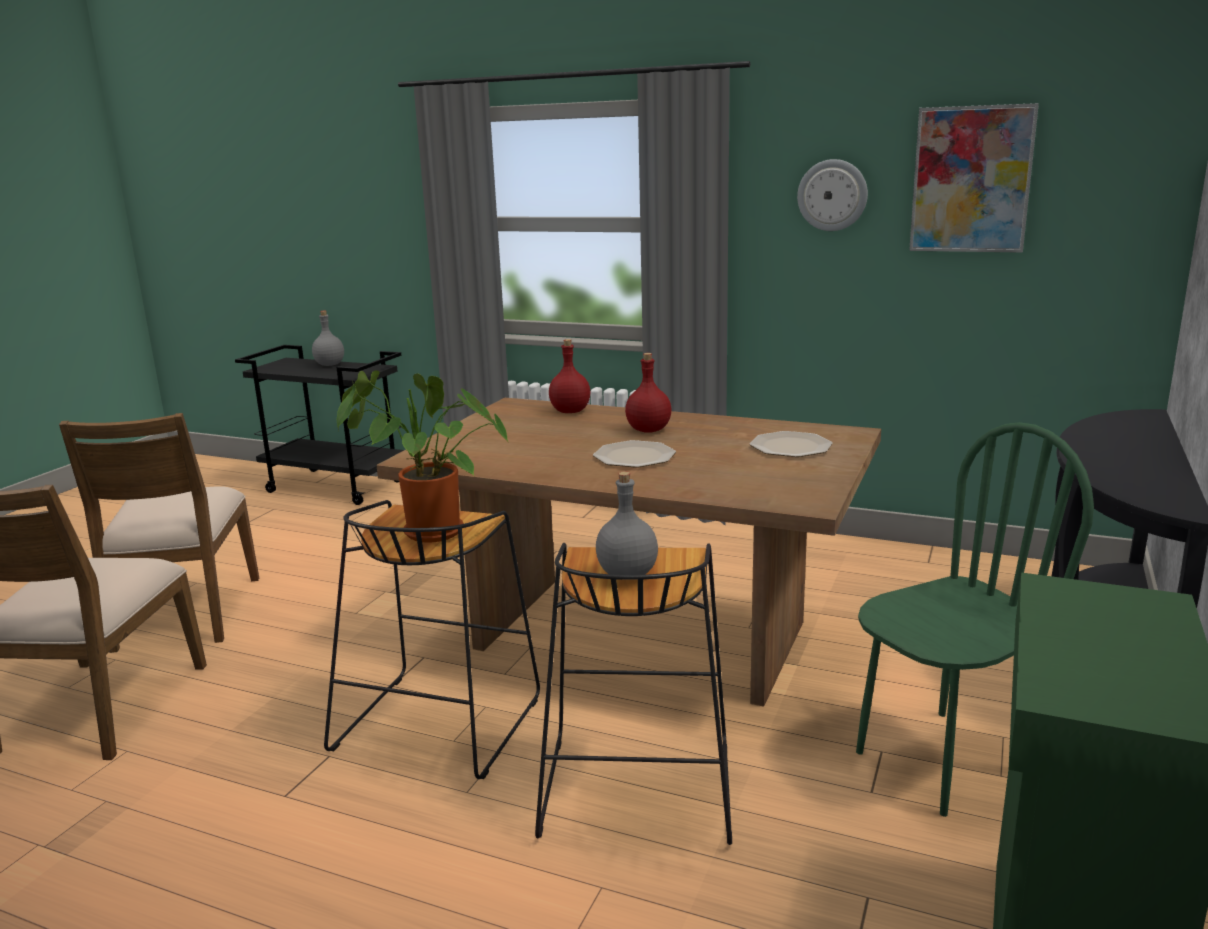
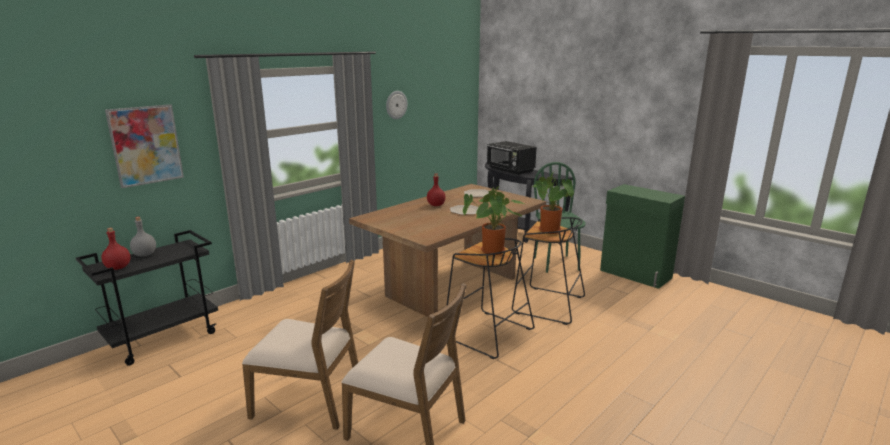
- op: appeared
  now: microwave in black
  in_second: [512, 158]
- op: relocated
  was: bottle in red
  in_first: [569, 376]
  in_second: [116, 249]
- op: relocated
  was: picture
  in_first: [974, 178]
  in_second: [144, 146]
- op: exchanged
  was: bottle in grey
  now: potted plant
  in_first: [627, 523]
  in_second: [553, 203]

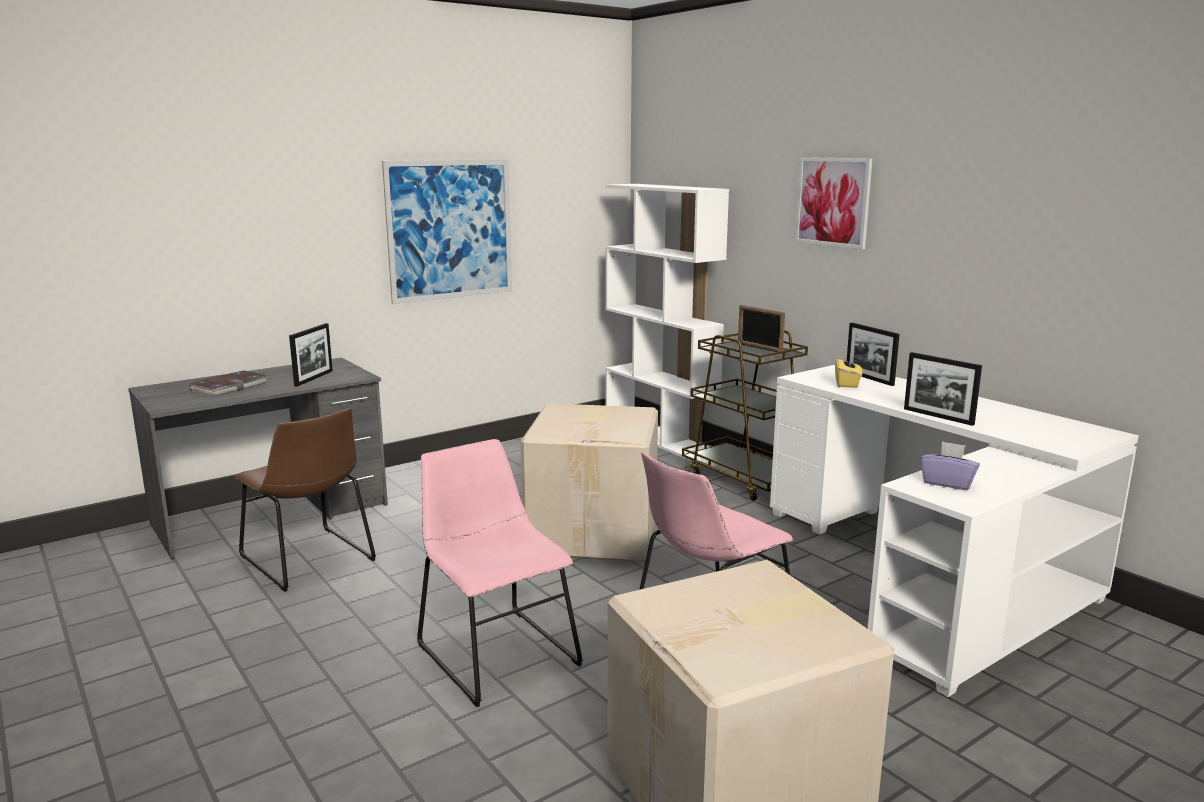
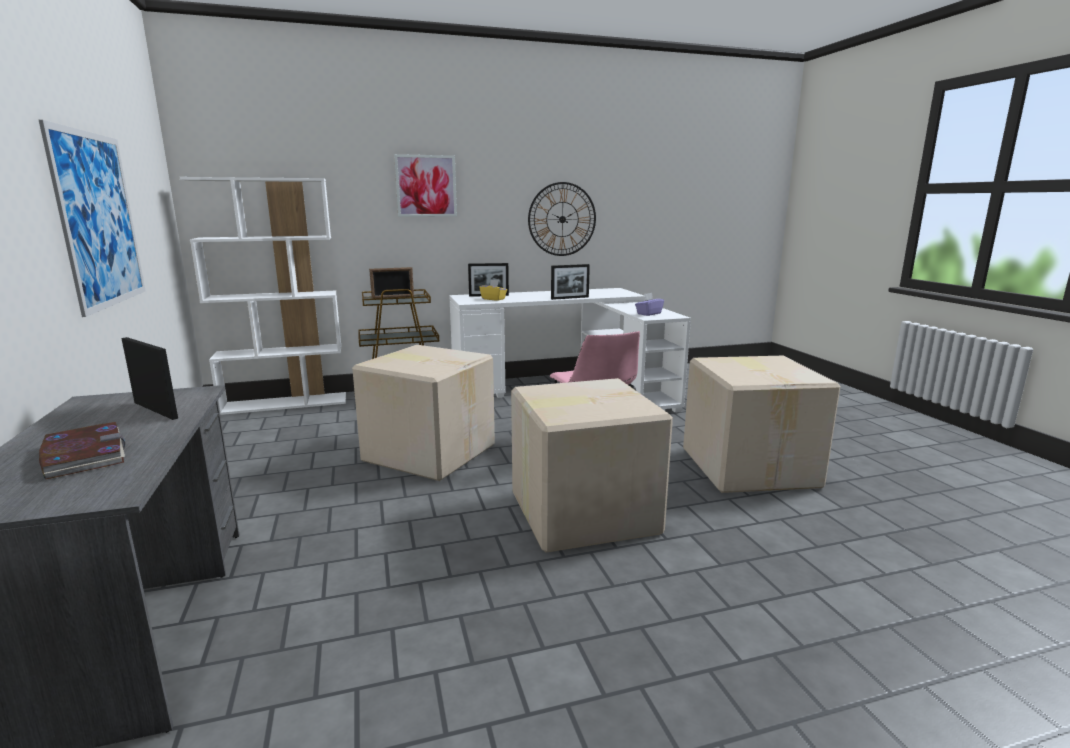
- op: missing
  was: chair in brown
  in_first: [305, 500]
- op: appeared
  now: wall clock
  in_second: [562, 219]
- op: exchanged
  was: chair in pink
  now: cardboard box
  in_first: [500, 573]
  in_second: [592, 465]

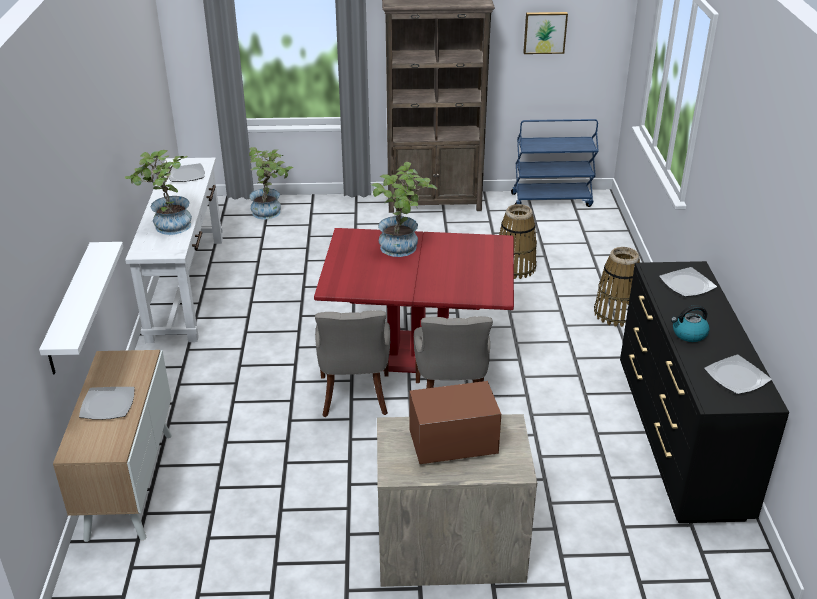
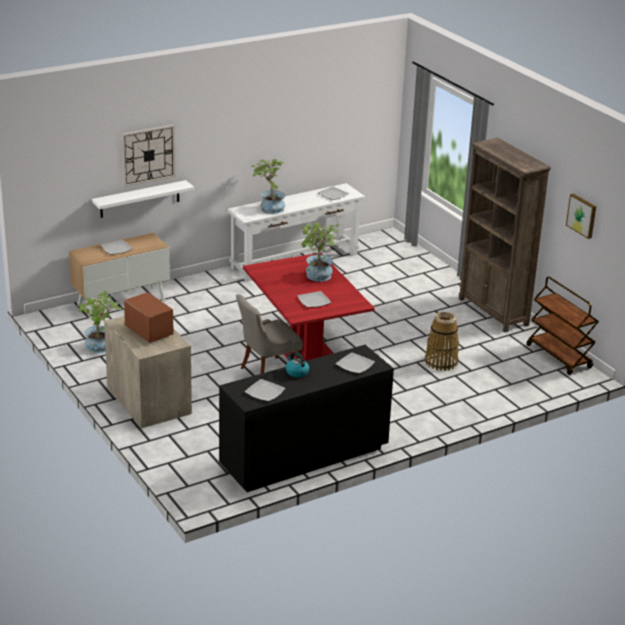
- op: missing
  was: chair in grey
  in_first: [352, 363]
- op: missing
  was: basket
  in_first: [617, 287]
- op: appeared
  now: wall clock
  in_second: [148, 156]
- op: appeared
  now: plate
  in_second: [314, 299]
- op: relocated
  was: potted plant
  in_first: [271, 183]
  in_second: [100, 321]
- op: colour
  was: cart in blue
  now: cart in brown
  in_first: [555, 163]
  in_second: [563, 326]

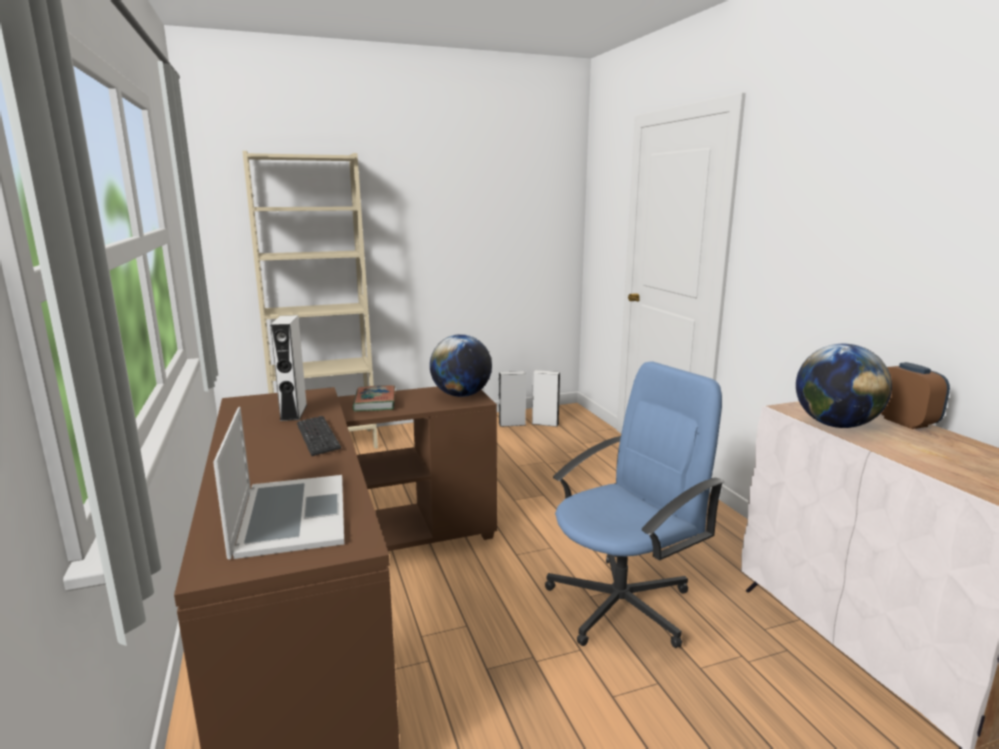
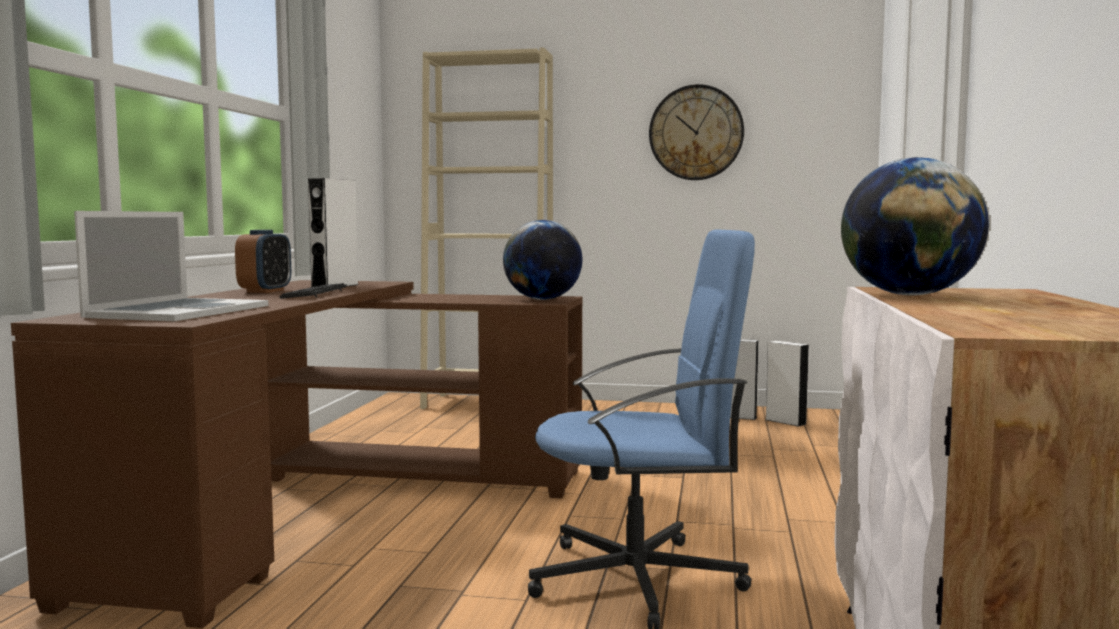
- op: missing
  was: book
  in_first: [374, 398]
- op: appeared
  now: wall clock
  in_second: [696, 132]
- op: relocated
  was: alarm clock
  in_first: [915, 395]
  in_second: [263, 261]

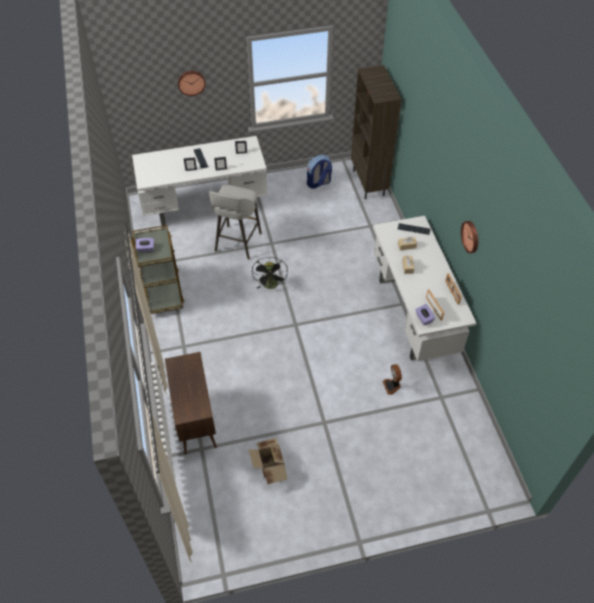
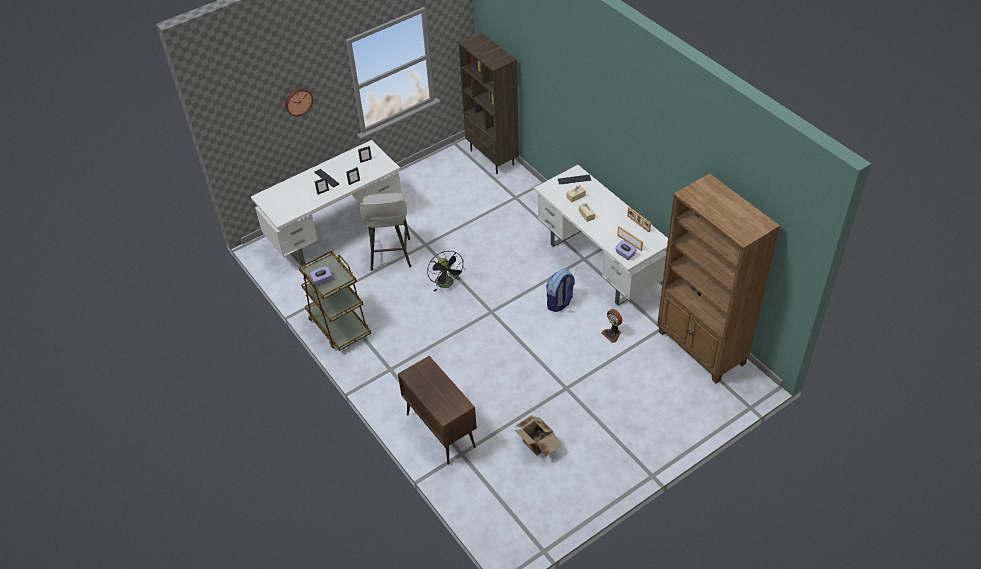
- op: missing
  was: wall clock
  in_first: [469, 237]
- op: appeared
  now: bookcase in brown
  in_second: [718, 278]
- op: relocated
  was: backpack
  in_first: [319, 172]
  in_second: [560, 290]

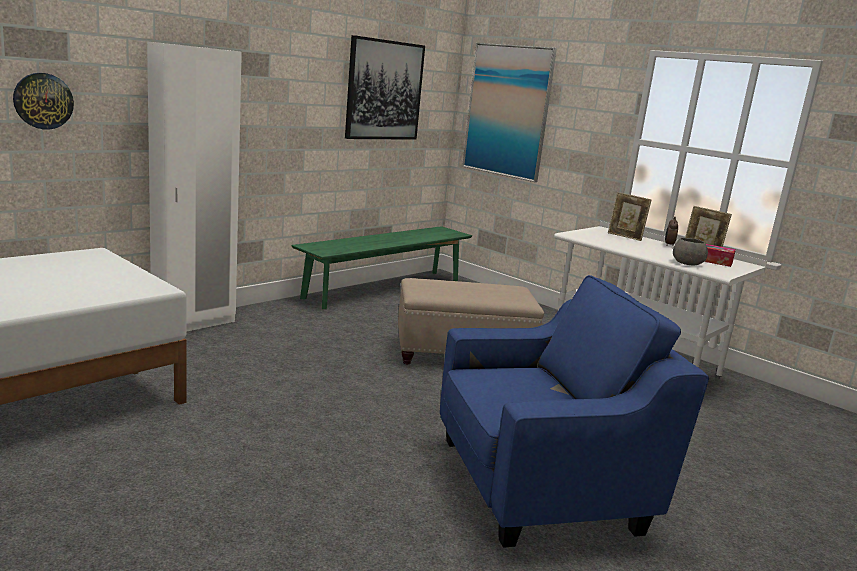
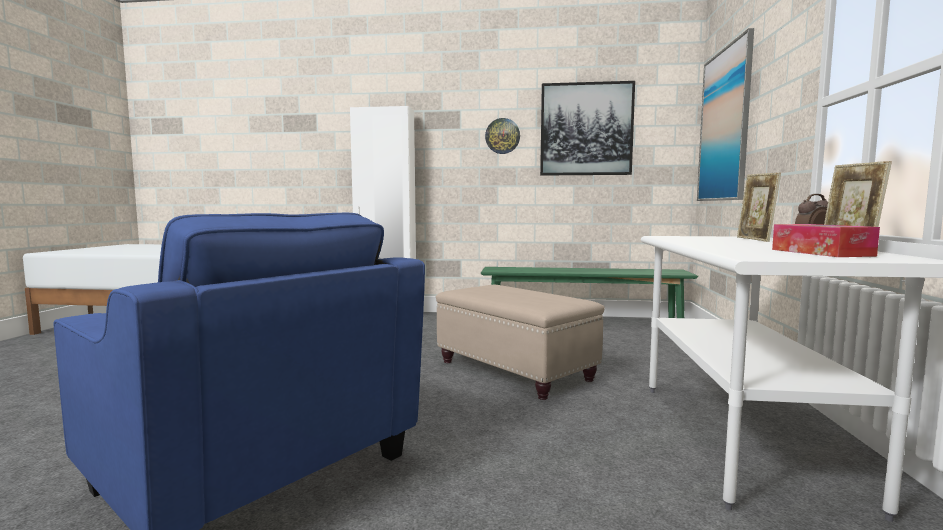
- op: missing
  was: bowl in grey
  in_first: [690, 251]
- op: relocated
  was: wall clock
  in_first: [43, 101]
  in_second: [502, 136]

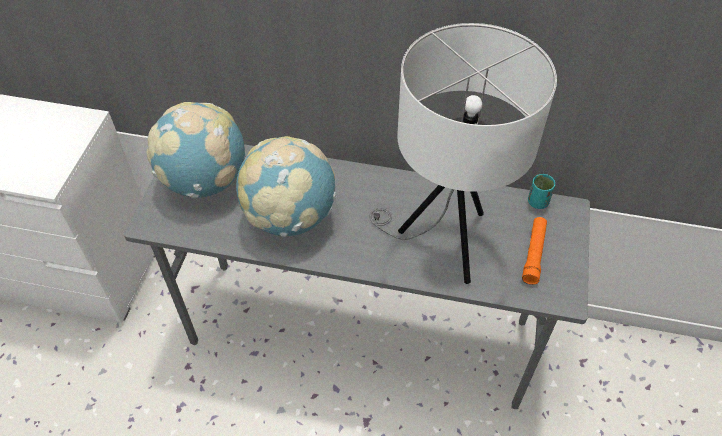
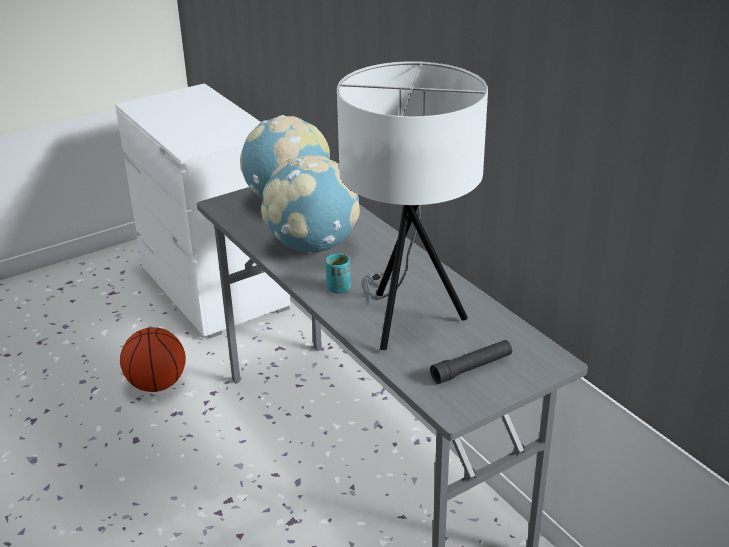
- op: appeared
  now: basketball
  in_second: [153, 359]
- op: relocated
  was: cup in turquoise
  in_first: [541, 191]
  in_second: [338, 273]
- op: colour
  was: flashlight in orange
  now: flashlight in black
  in_first: [534, 251]
  in_second: [471, 362]

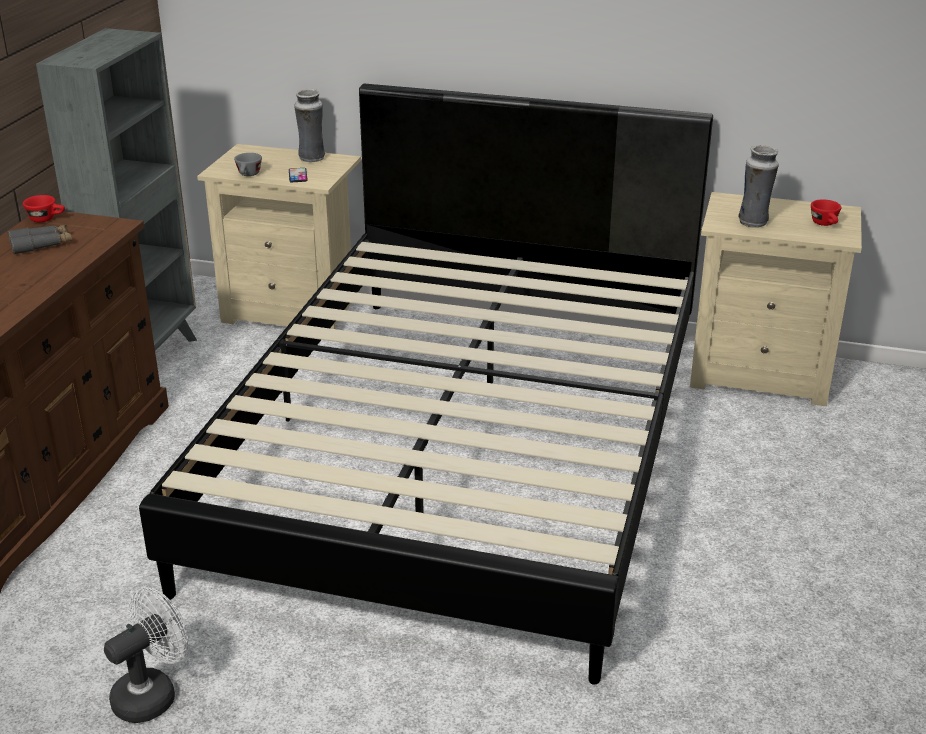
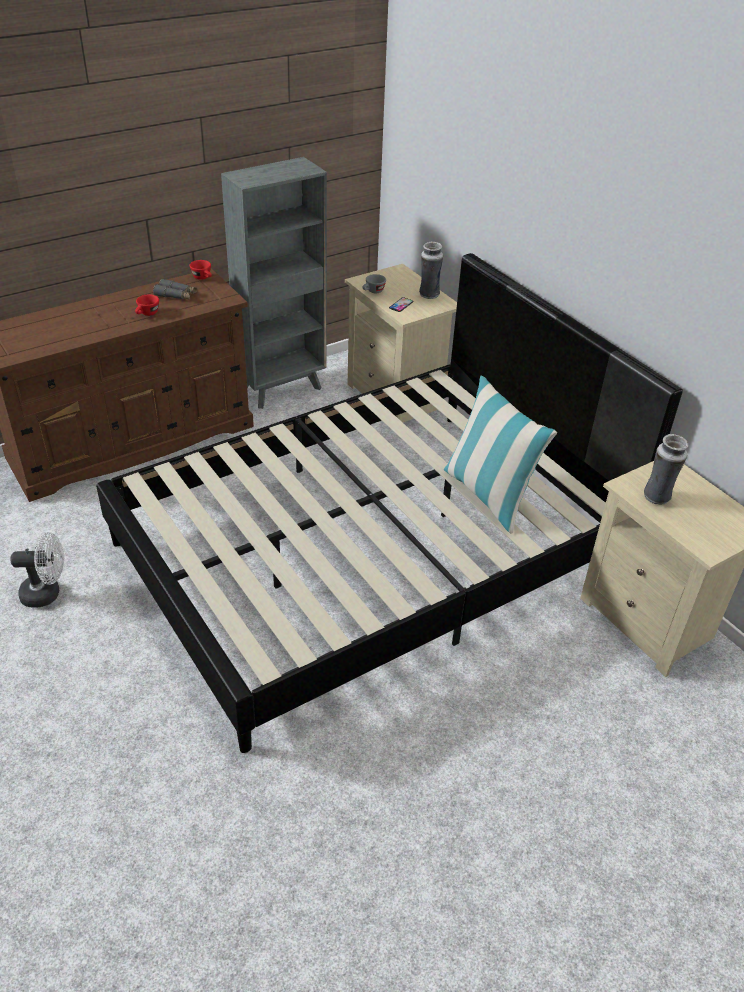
- op: appeared
  now: pillow
  in_second: [500, 454]
- op: relocated
  was: cup in red
  in_first: [826, 212]
  in_second: [147, 305]

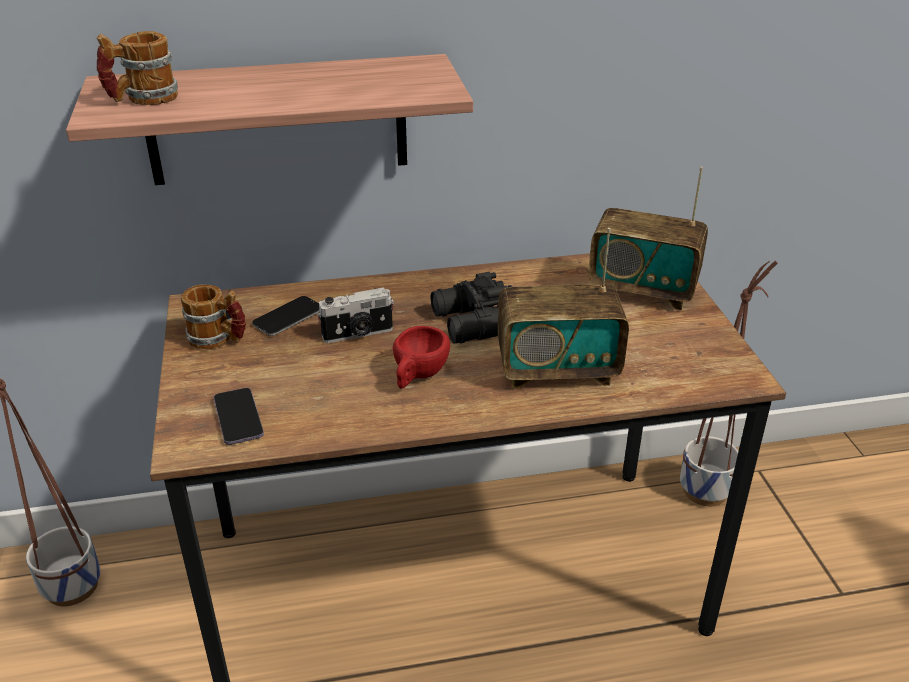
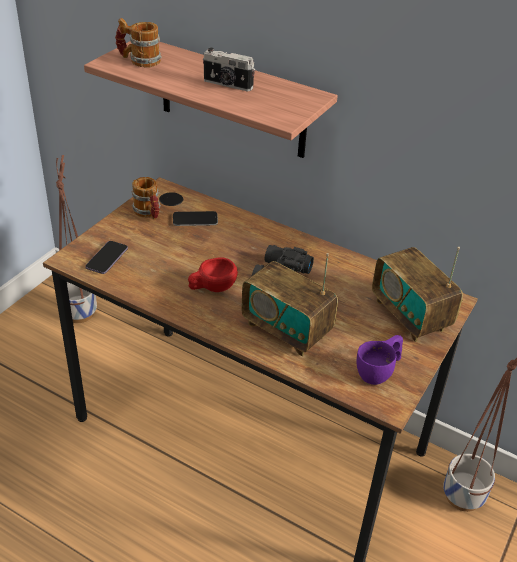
- op: appeared
  now: cup in purple
  in_second: [380, 360]
- op: relocated
  was: photo camera
  in_first: [355, 315]
  in_second: [229, 69]

